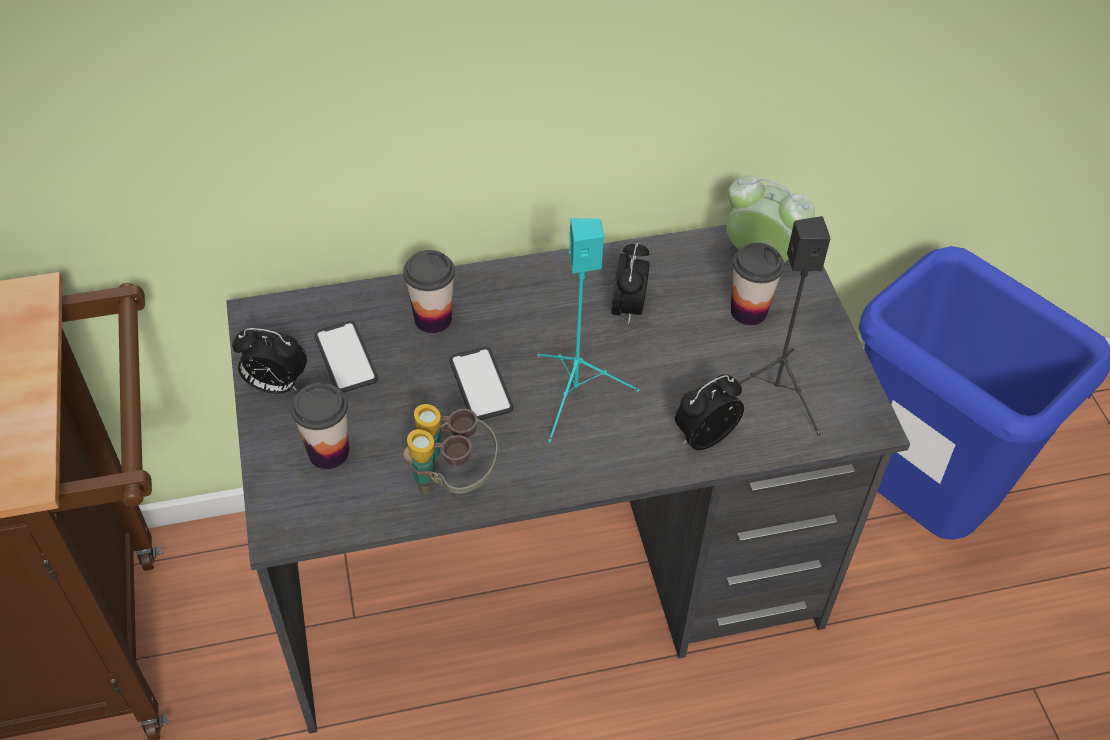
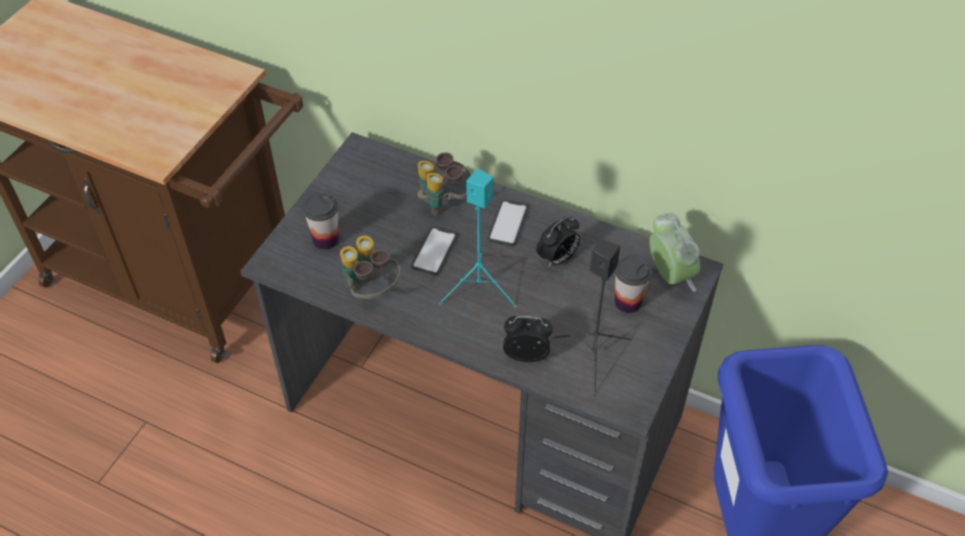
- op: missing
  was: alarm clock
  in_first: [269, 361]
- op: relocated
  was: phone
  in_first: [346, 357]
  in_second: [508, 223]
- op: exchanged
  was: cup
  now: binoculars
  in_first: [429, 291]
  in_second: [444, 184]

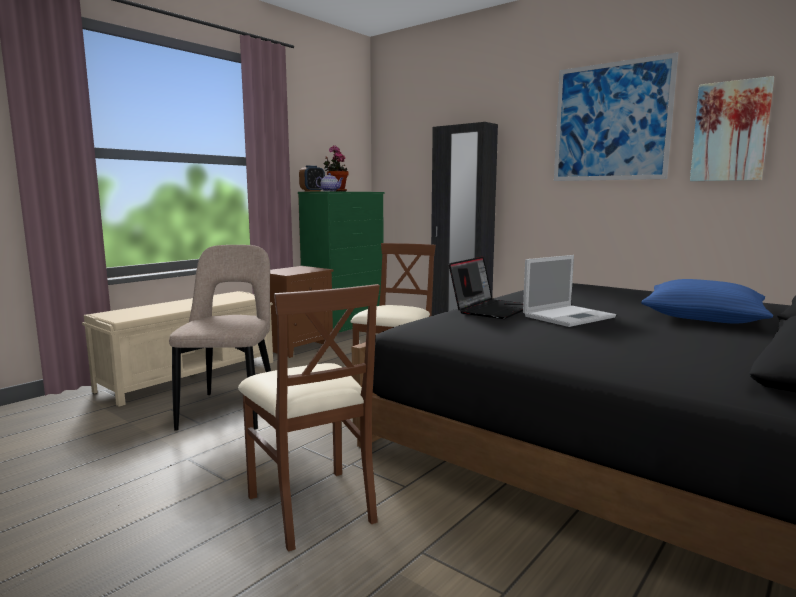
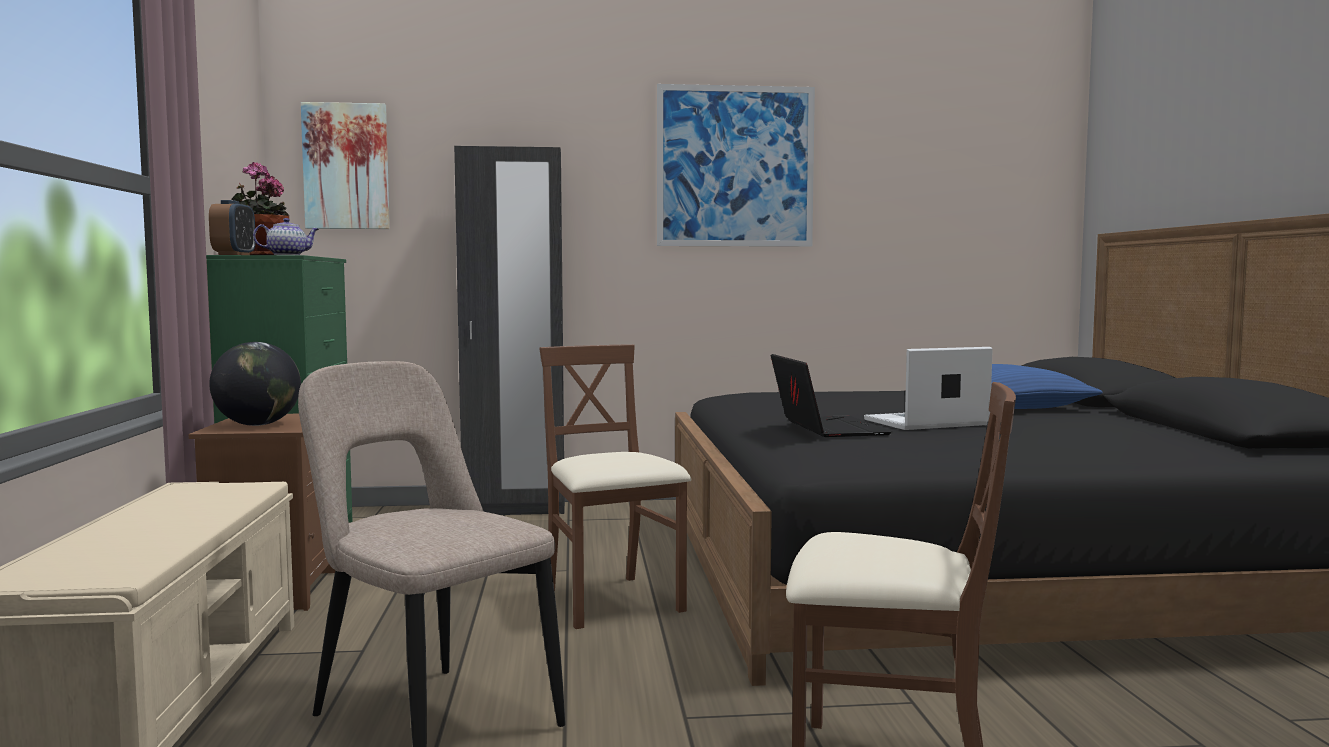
- op: appeared
  now: globe
  in_second: [255, 384]
- op: relocated
  was: picture
  in_first: [732, 128]
  in_second: [345, 165]
- op: spun
  was: laptop
  in_first: [569, 291]
  in_second: [928, 388]
  clockwise: -120

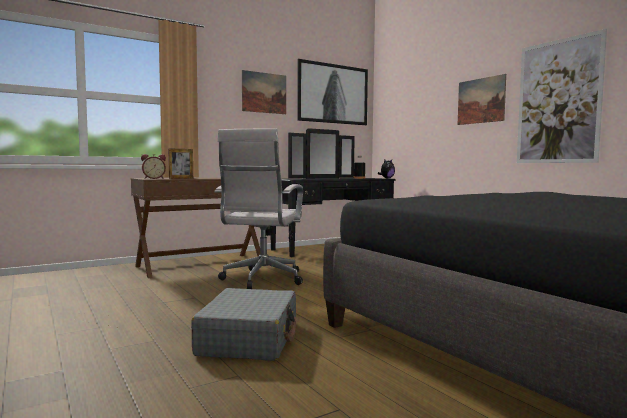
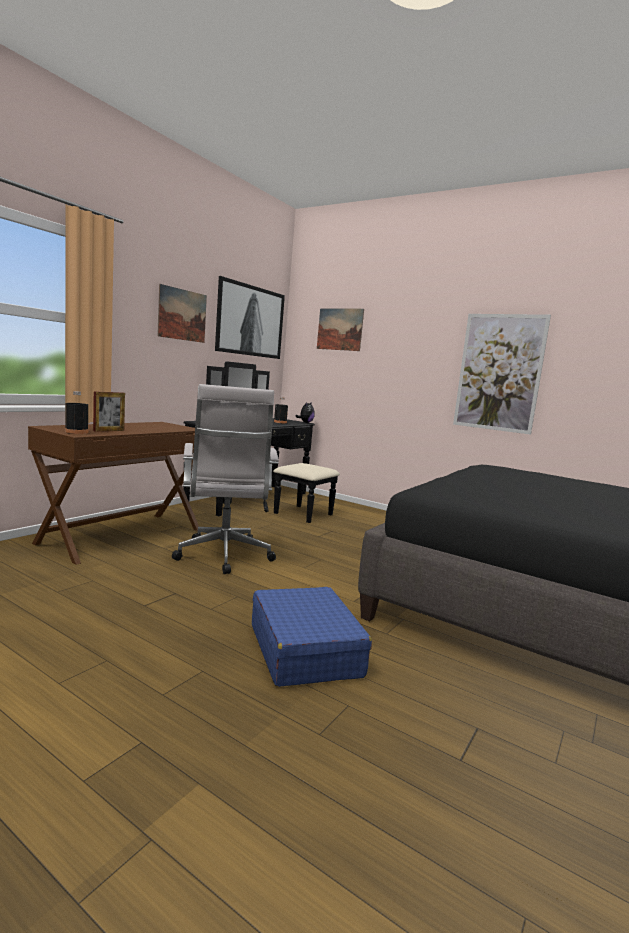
- op: relocated
  was: picture
  in_first: [482, 99]
  in_second: [340, 329]
- op: exchanged
  was: alarm clock
  now: bottle in black
  in_first: [153, 166]
  in_second: [76, 412]
- op: colour
  was: suitcase in grey
  now: suitcase in blue
  in_first: [243, 324]
  in_second: [312, 637]

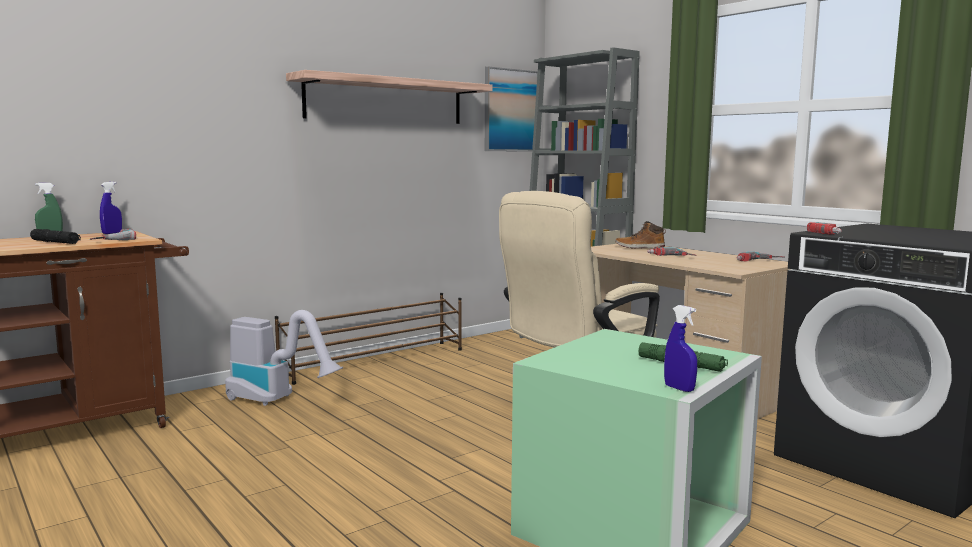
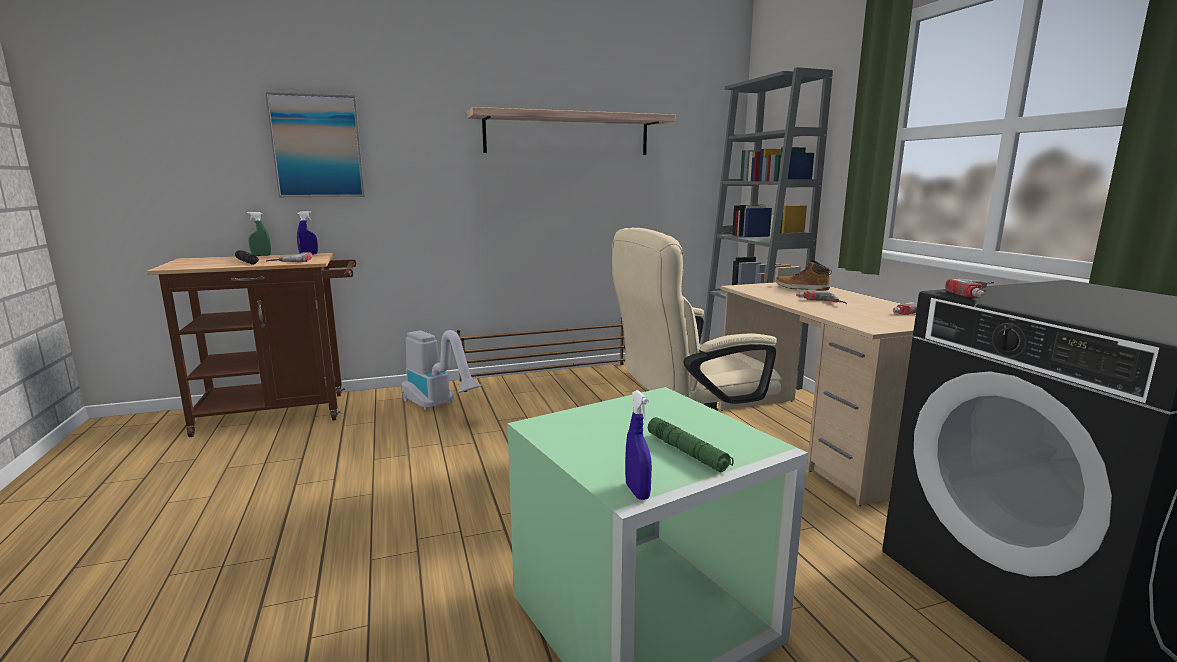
- op: relocated
  was: picture
  in_first: [511, 109]
  in_second: [315, 144]

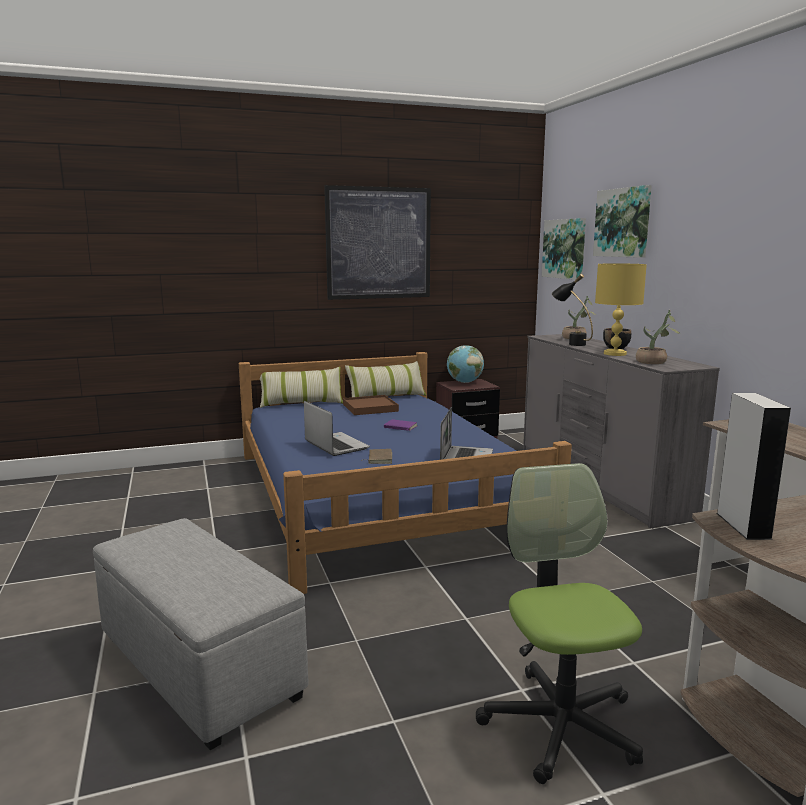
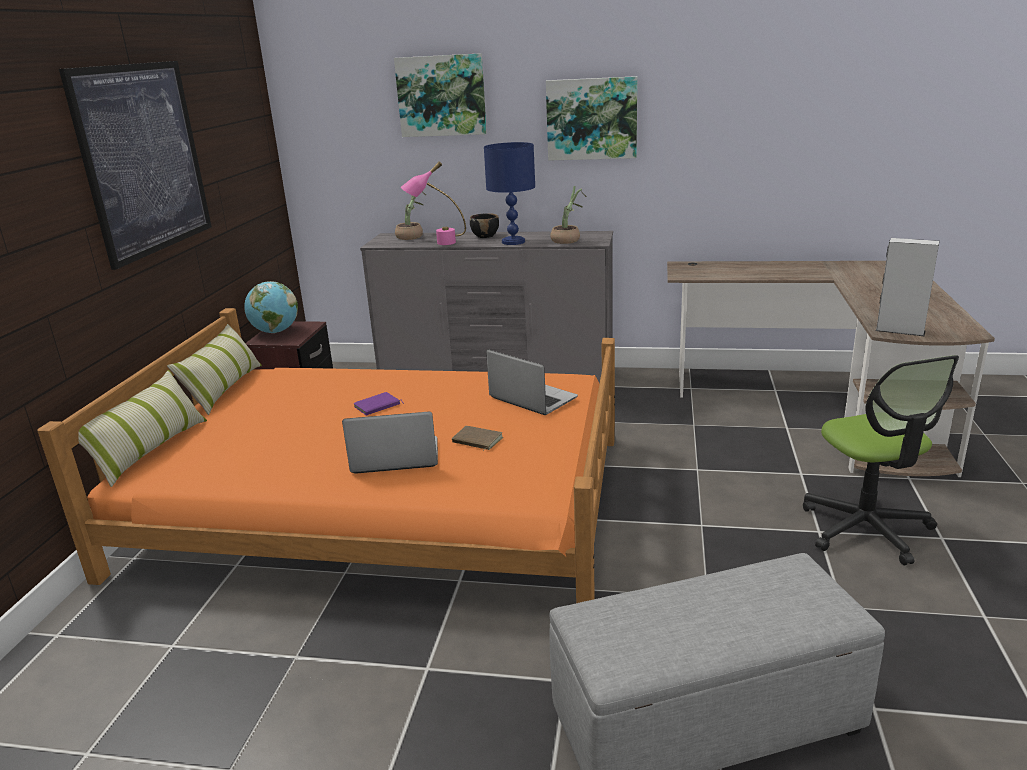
- op: missing
  was: tray in brown
  in_first: [371, 405]
- op: relocated
  was: picture
  in_first: [564, 249]
  in_second: [592, 118]
- op: colour
  was: bed in blue
  now: bed in orange
  in_first: [405, 473]
  in_second: [326, 455]
- op: colour
  was: table lamp in black
  now: table lamp in pink
  in_first: [572, 310]
  in_second: [433, 203]
- op: colour
  was: table lamp in yellow
  now: table lamp in blue
  in_first: [621, 309]
  in_second: [509, 193]
- op: spun
  was: office chair
  in_first: [559, 623]
  in_second: [881, 460]
  clockwise: -120

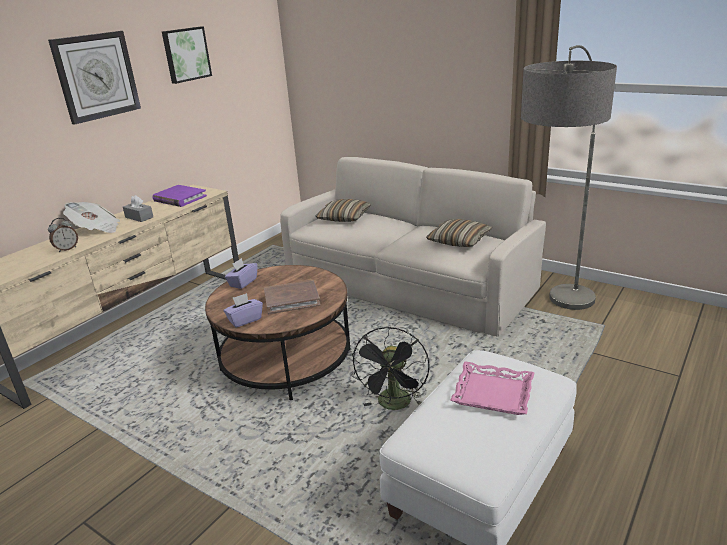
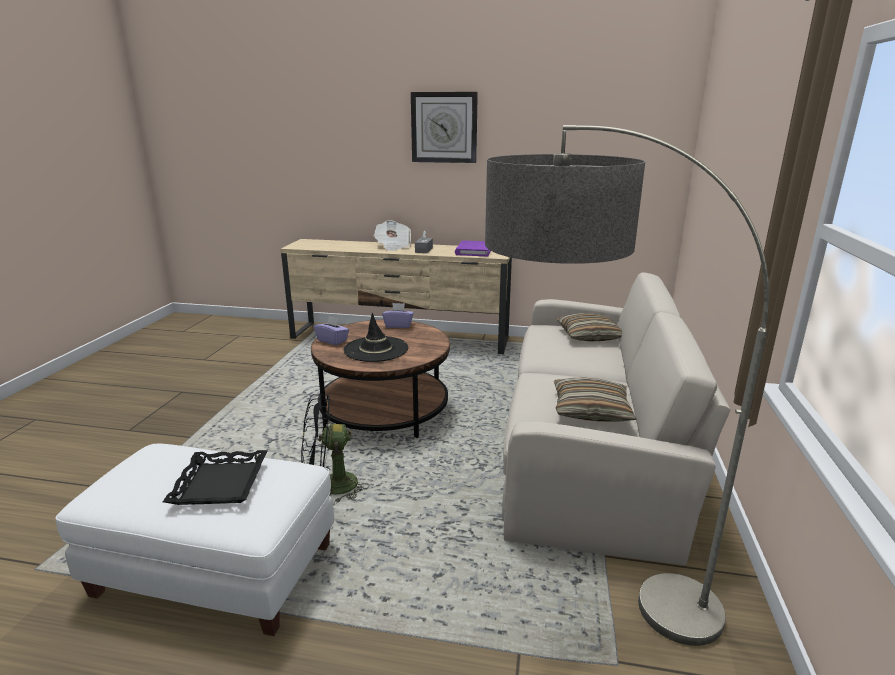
- op: missing
  was: alarm clock
  in_first: [63, 235]
- op: missing
  was: picture
  in_first: [187, 55]
- op: exchanged
  was: book in brown
  now: hat in black
  in_first: [292, 297]
  in_second: [375, 337]
- op: colour
  was: tray in pink
  now: tray in black
  in_first: [492, 388]
  in_second: [215, 477]

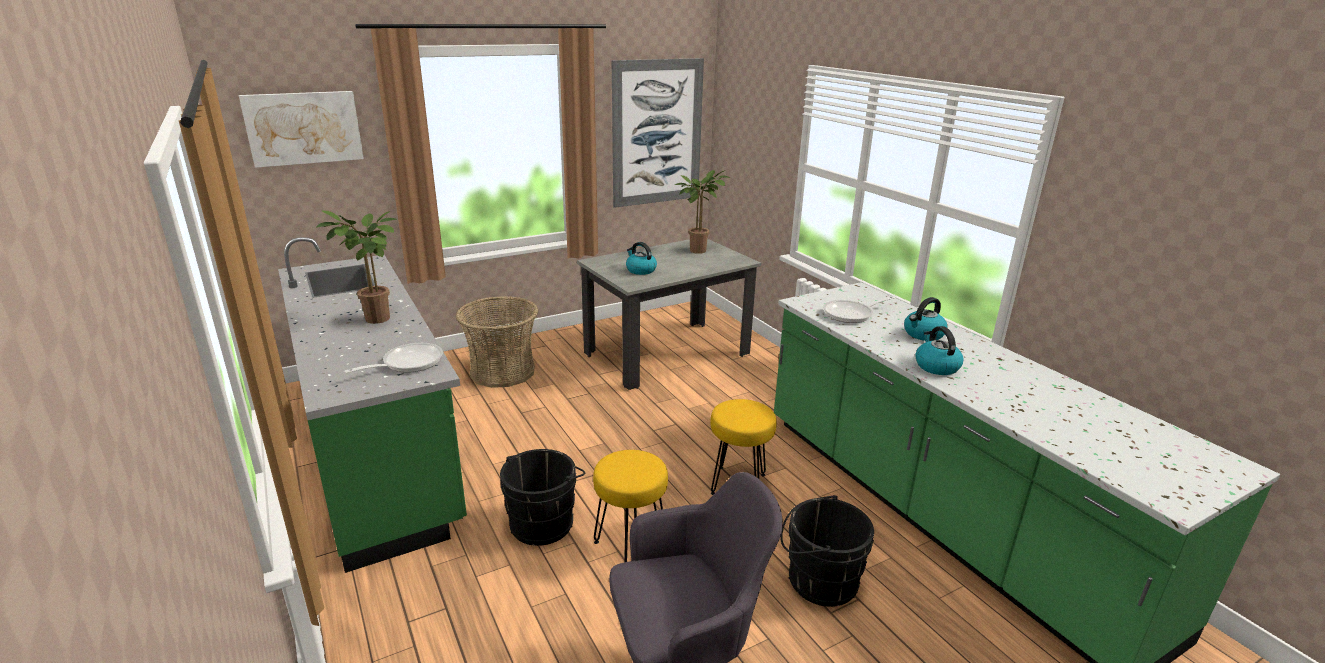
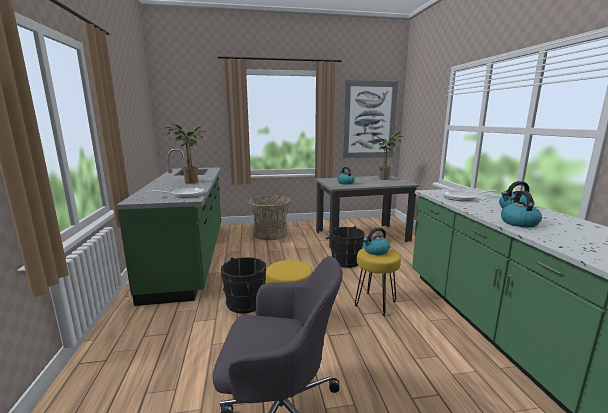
- op: missing
  was: picture
  in_first: [301, 129]
- op: appeared
  now: kettle
  in_second: [376, 241]
- op: relocated
  was: bucket in black
  in_first: [827, 551]
  in_second: [345, 247]

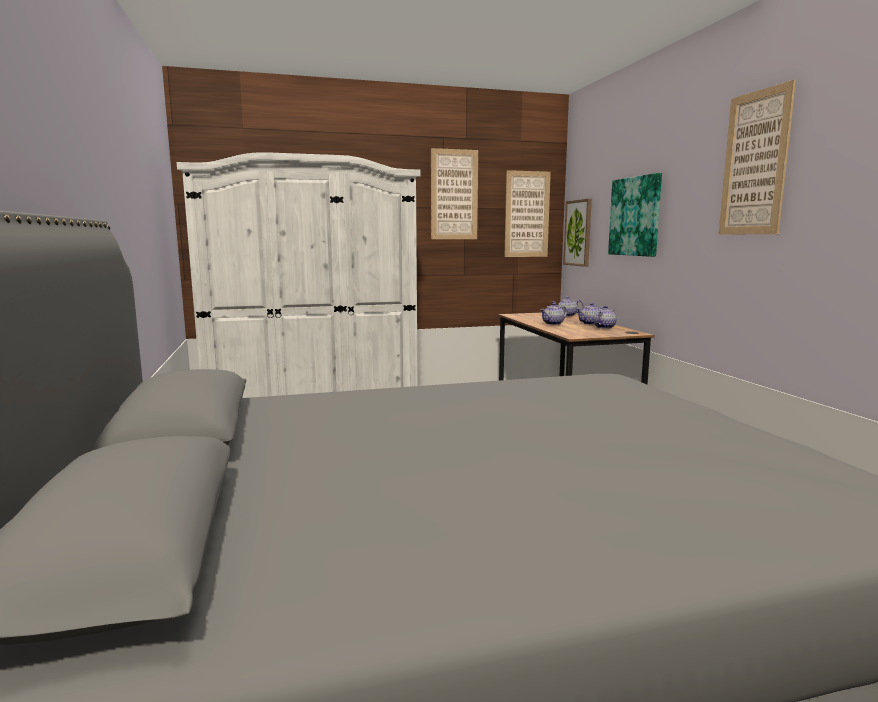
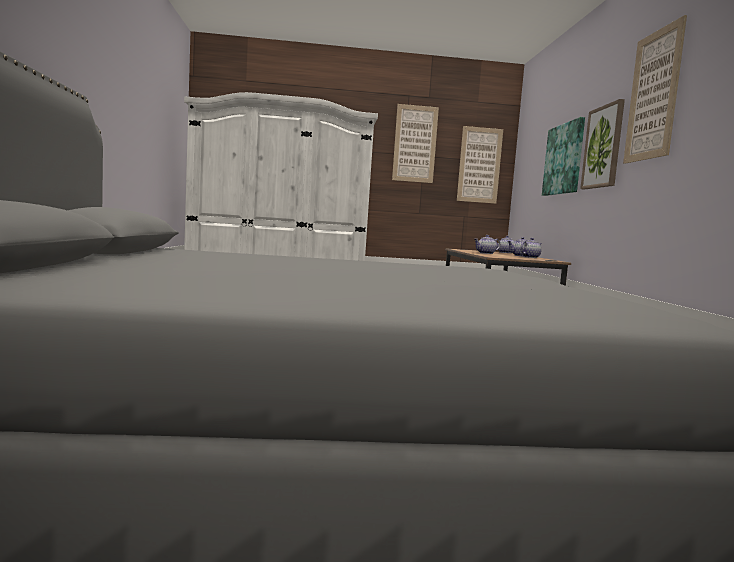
- op: relocated
  was: picture
  in_first: [577, 233]
  in_second: [602, 144]

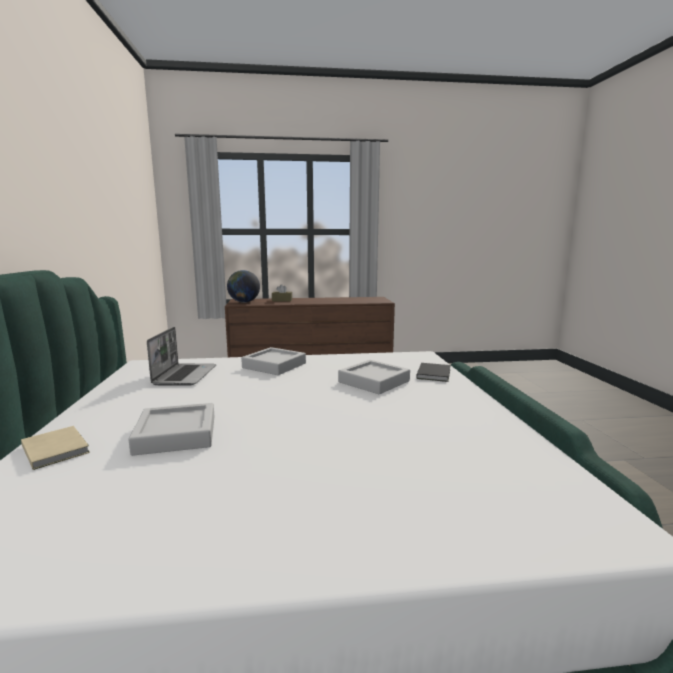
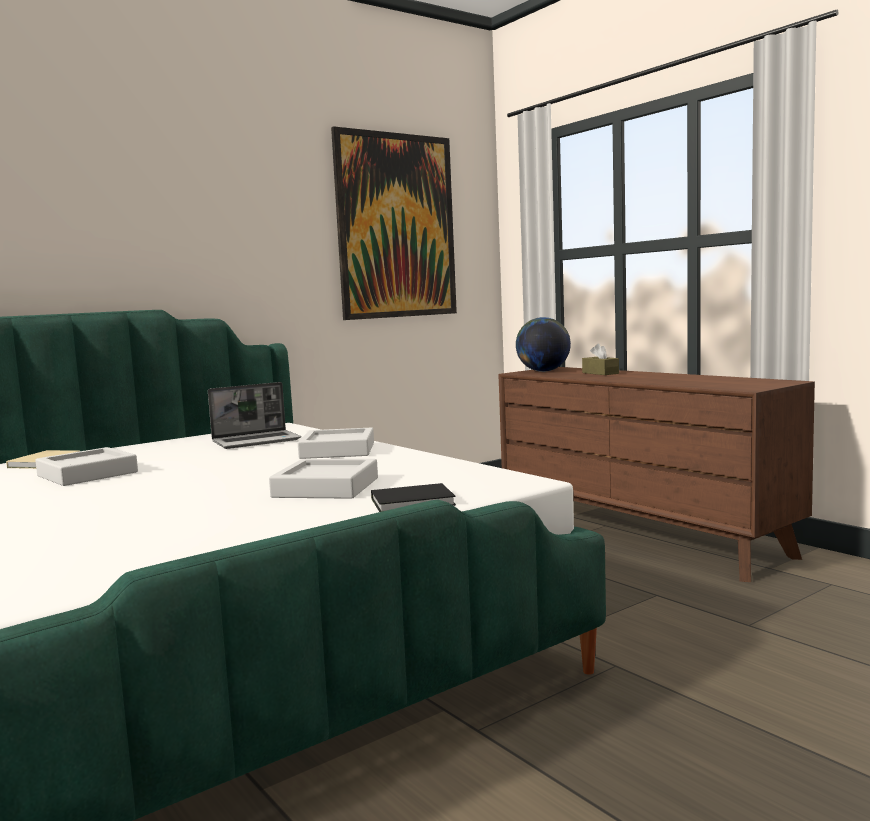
- op: appeared
  now: picture
  in_second: [394, 223]

